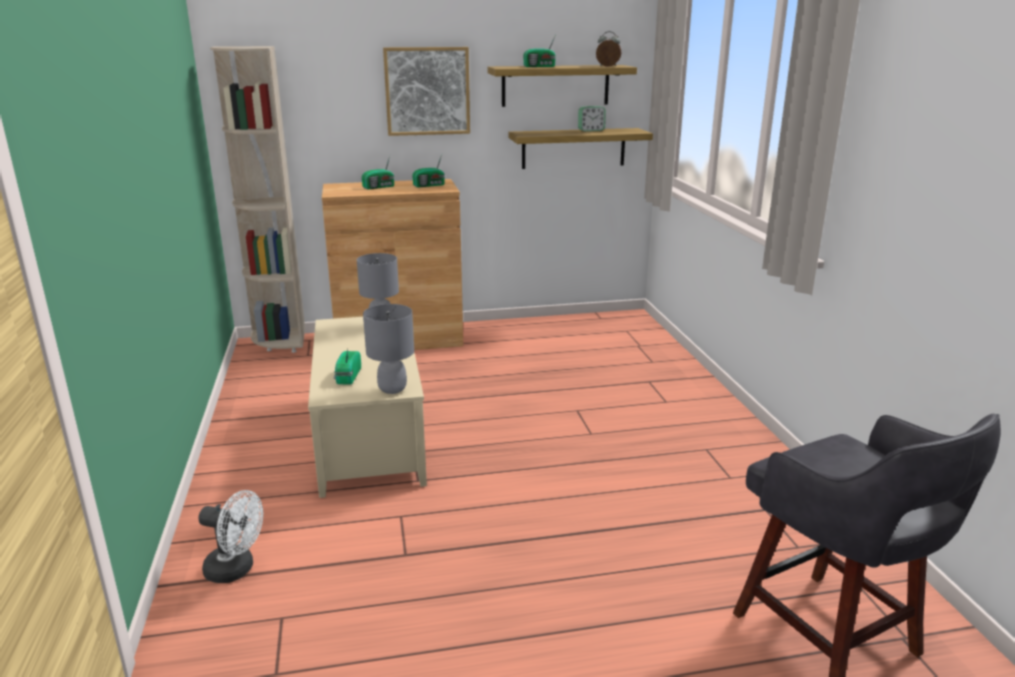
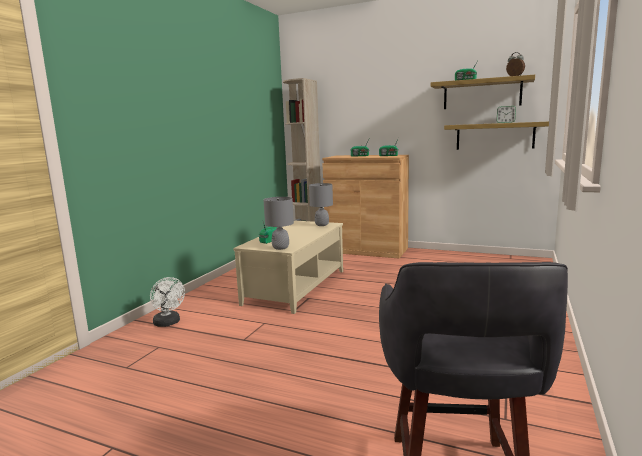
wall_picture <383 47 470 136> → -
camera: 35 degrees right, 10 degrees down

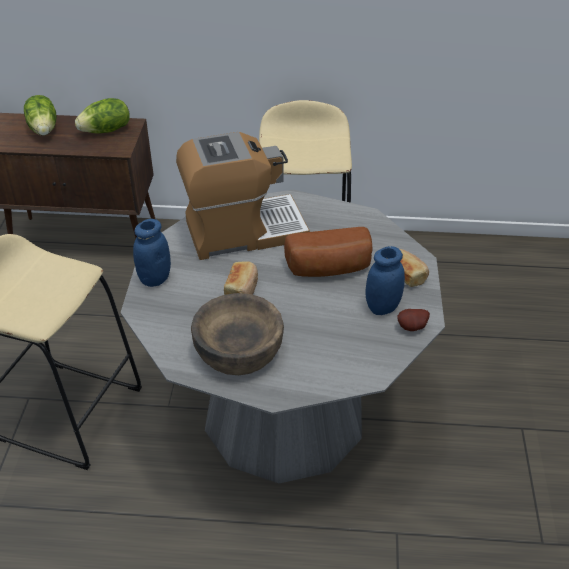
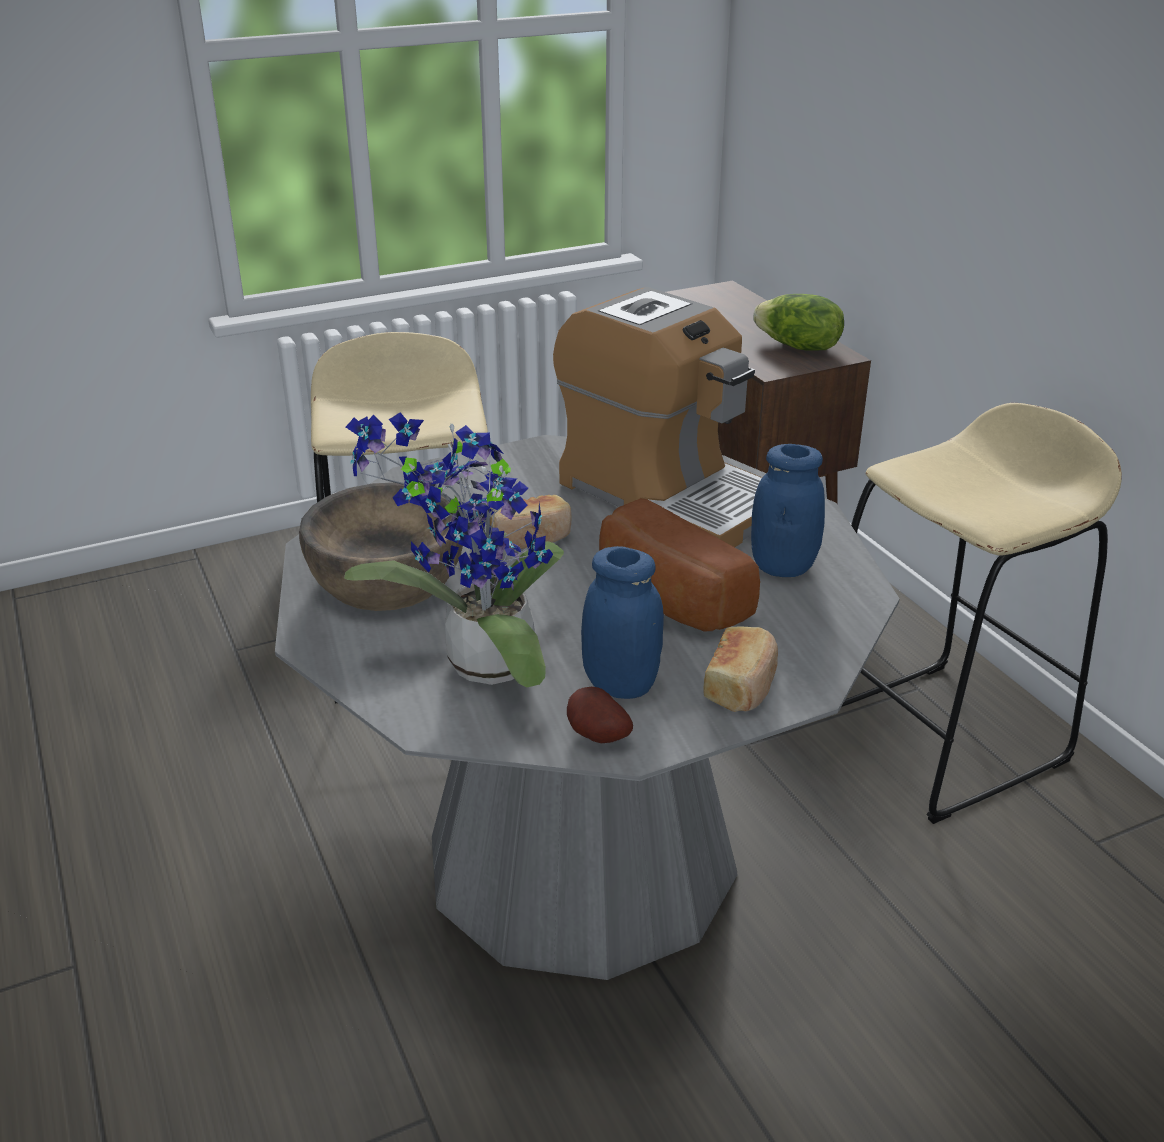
head_of_lettuce <24 95 57 136> → -
- → potted_plant <344 413 564 687>
blue-coloured_storage_jar <133 219 171 287> → blue-coloured_storage_jar <751 444 825 577>, move
camera: 60 degrees right, 10 degrees down

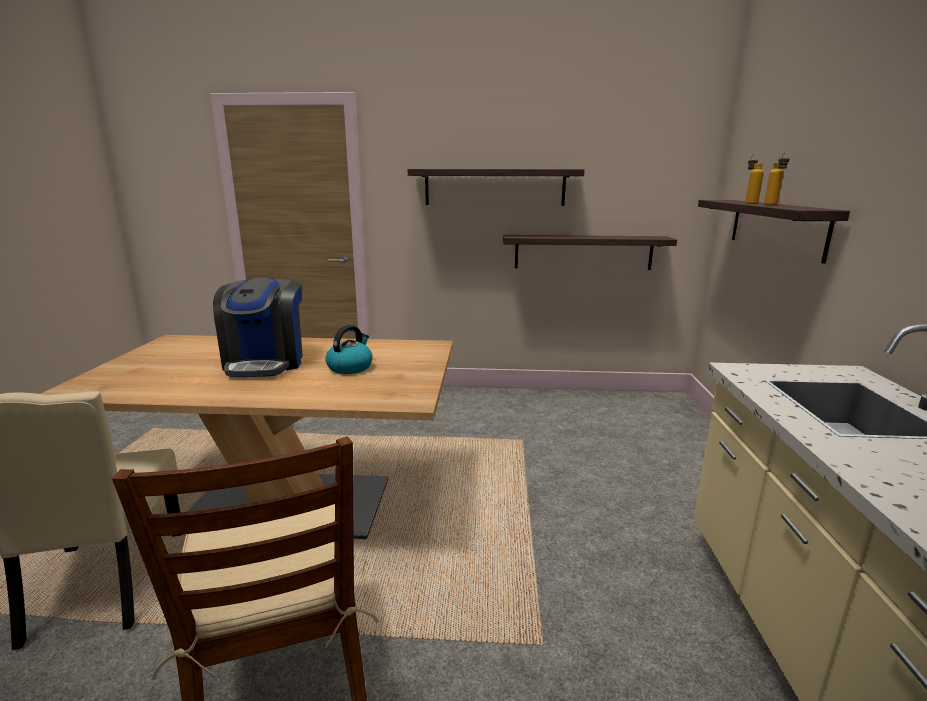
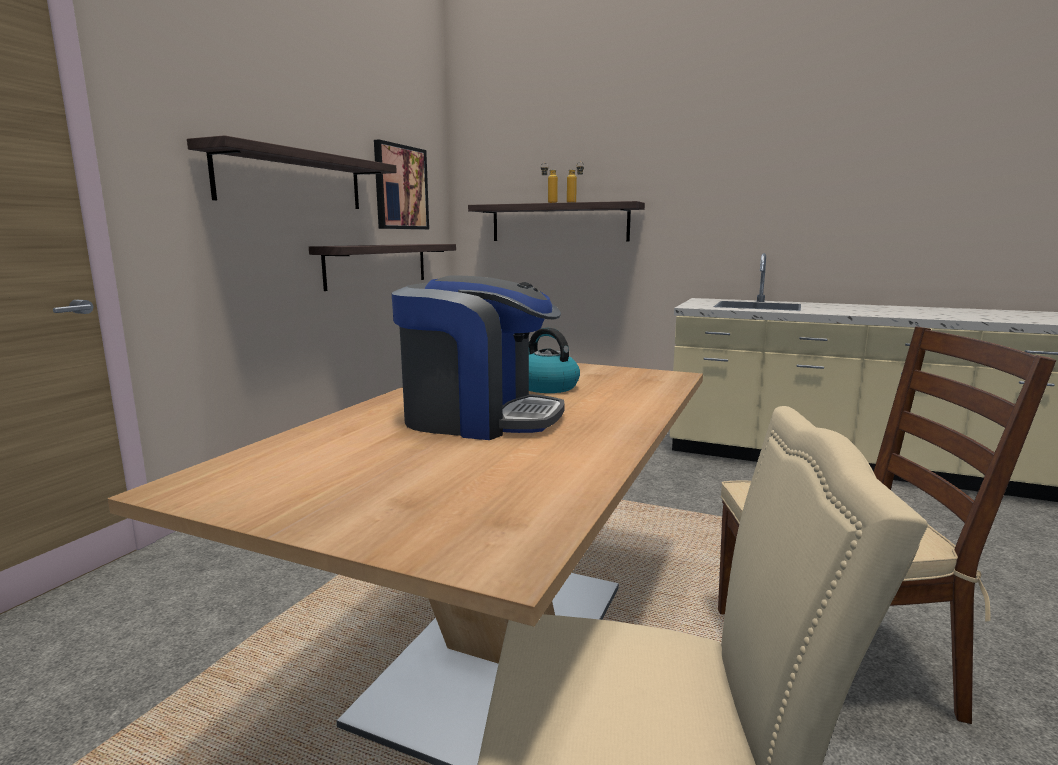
- → wall_picture <374 139 429 229>
camera: 70 degrees left, 5 degrees down

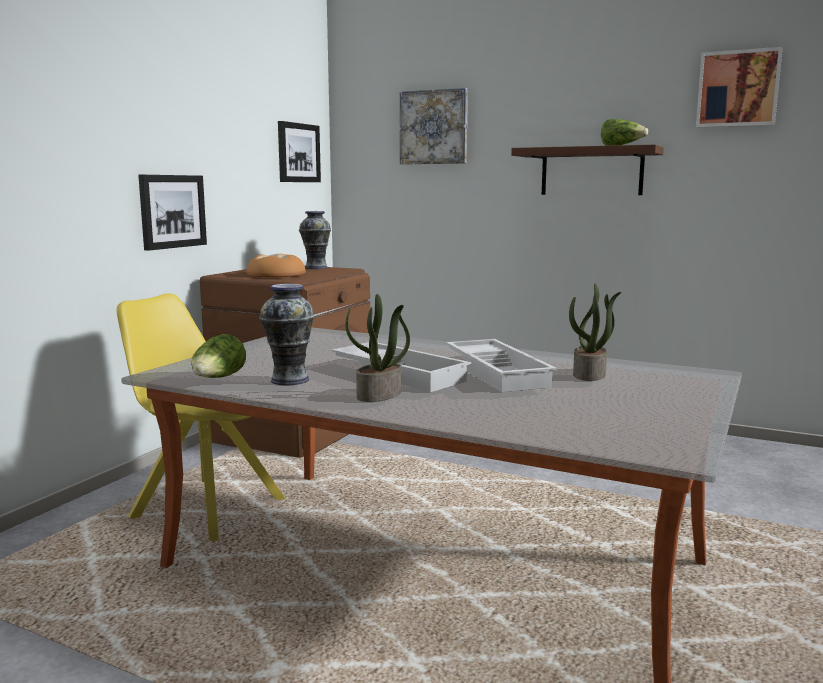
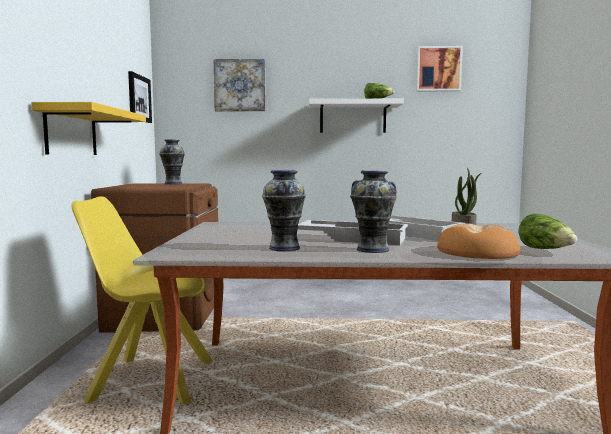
head_of_lettuce <191 334 246 378> → head_of_lettuce <518 213 577 249>, move
bread <247 254 306 278> → bread <437 223 520 259>, move
wall_picture <138 175 207 251> → yellow_shelf <31 102 146 155>
potted_plant <345 294 410 402> → vase <350 170 397 253>
brown_shelf <511 145 664 195> → whitish_shelf <309 99 404 133>
camera: 25 degrees left, 5 degrees down

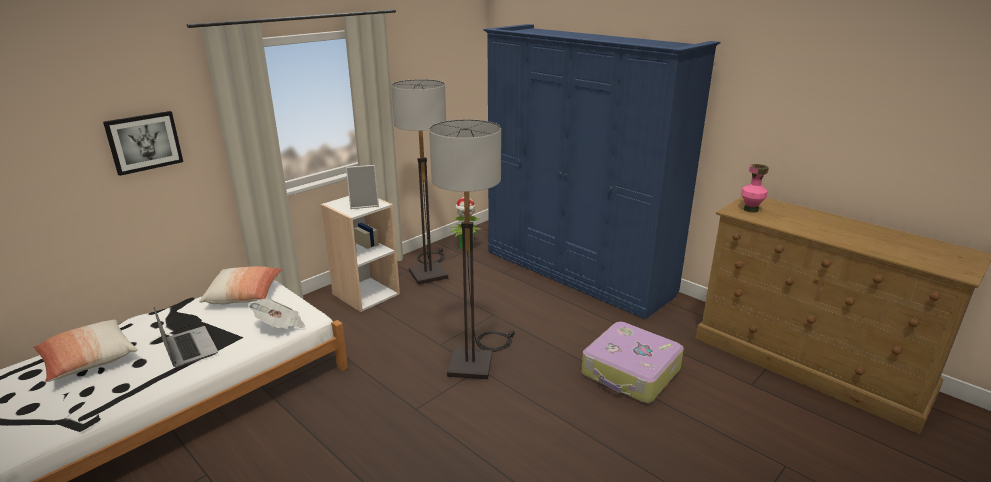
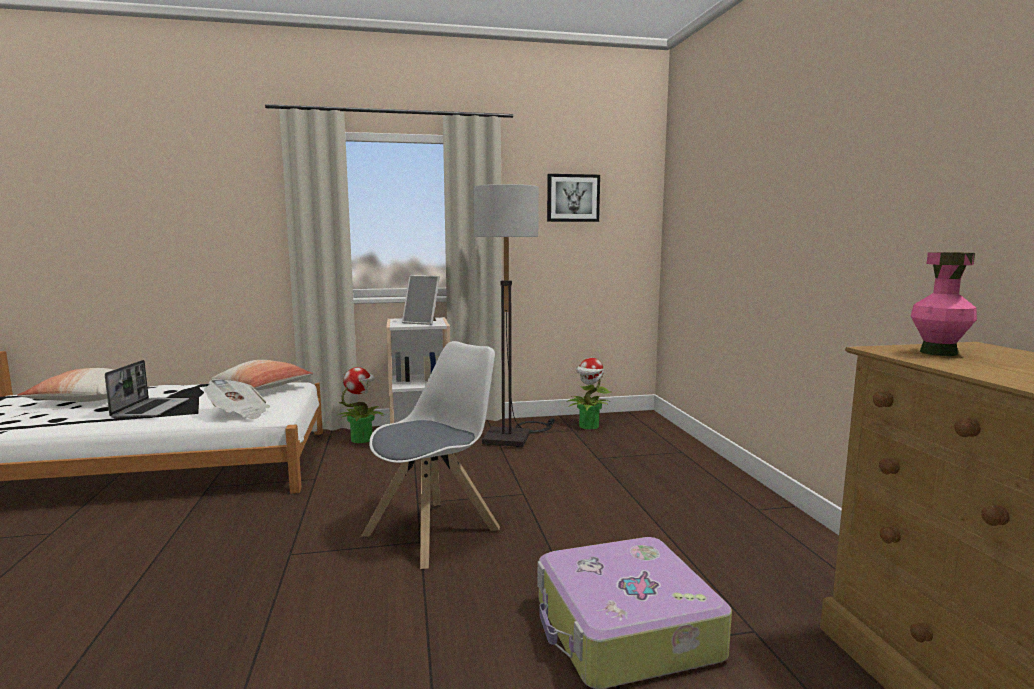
blue-coloured_clothes_cupboard <483 24 721 319> → -
- → potted_plant <338 367 384 443>
wall_picture <103 111 183 176> → wall_picture <547 174 600 222>, move
floor_lamp <429 119 515 379> → chair <361 341 500 569>
camera: 35 degrees right, 15 degrees down

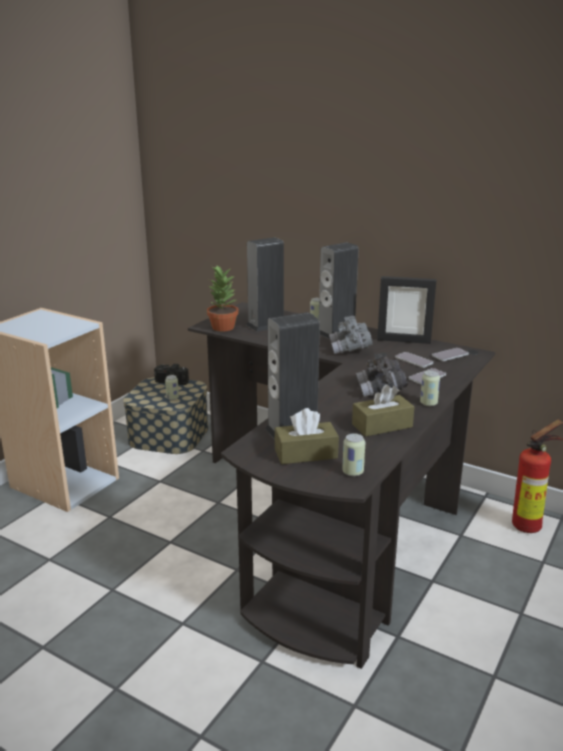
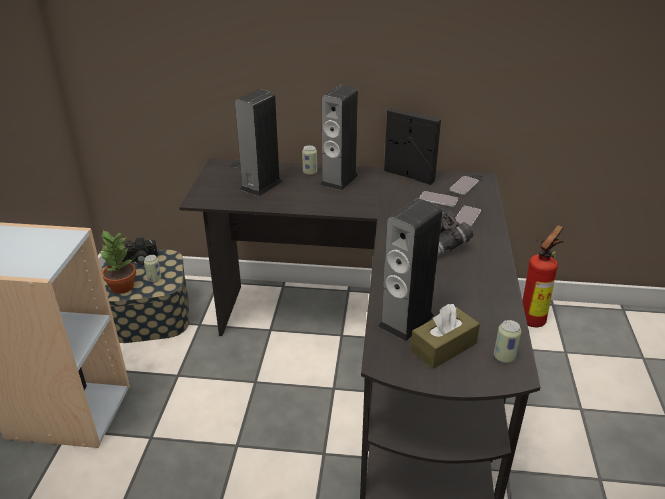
gray_field_glasses <329 316 373 354> → -
brown_tissue_box <352 384 415 437> → -
sealed_can <420 370 440 406> → -
potted_plant <207 266 238 332> → potted_plant <99 230 136 294>, move
standing_frame <377 276 436 344> → standing_frame <384 108 441 185>, 135 degrees counterclockwise
camera: 25 degrees left, 10 degrees up

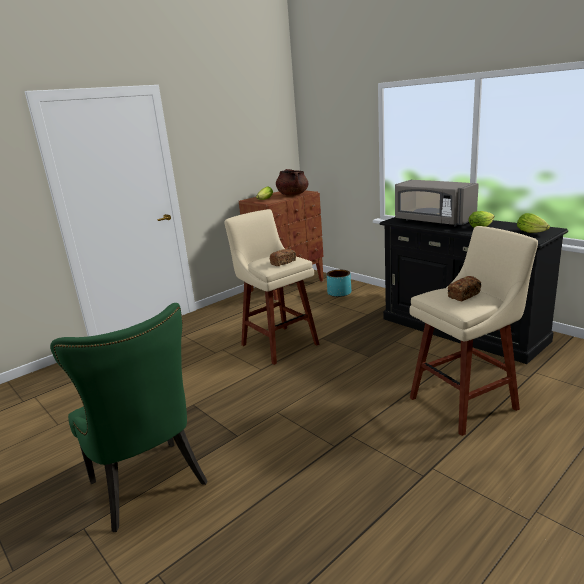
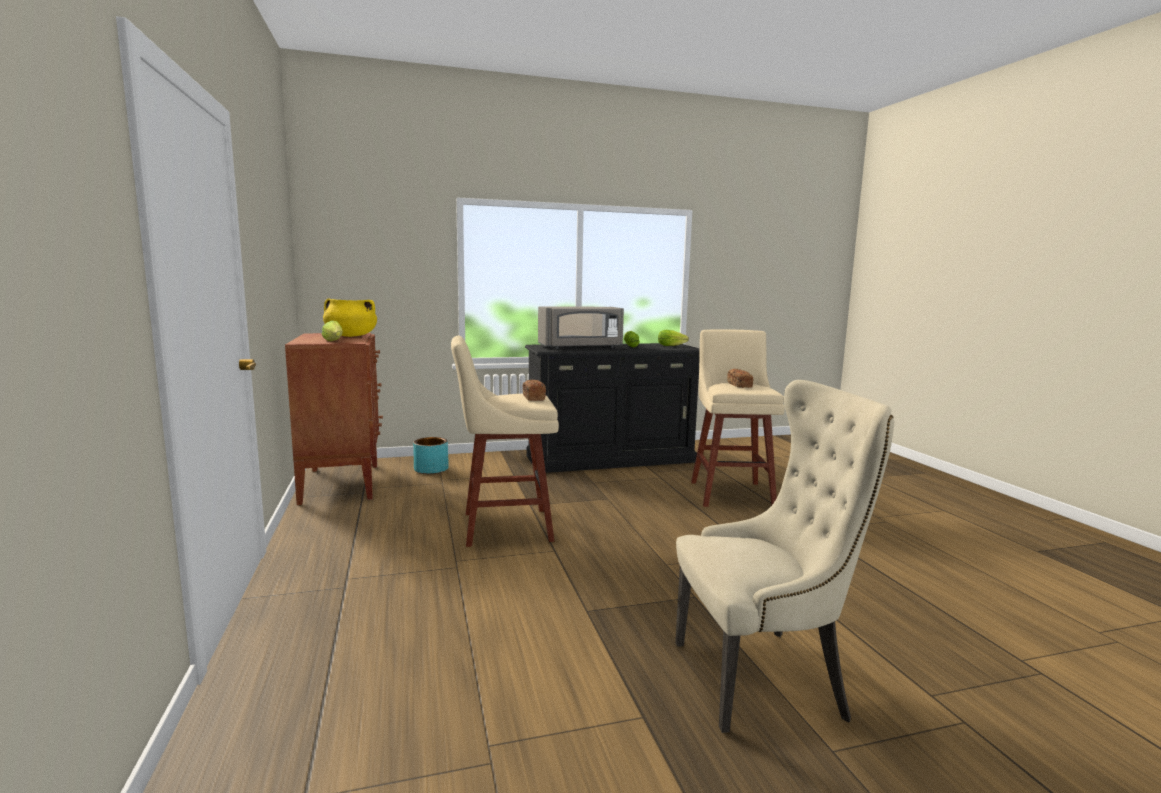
greenish_chair <50 303 208 532> → sand-coloured_chair <675 380 894 733>
brown_cooking_pot <276 169 308 196> → yellow_cooking_pot <323 298 377 337>
camera: 65 degrees left, 10 degrees down

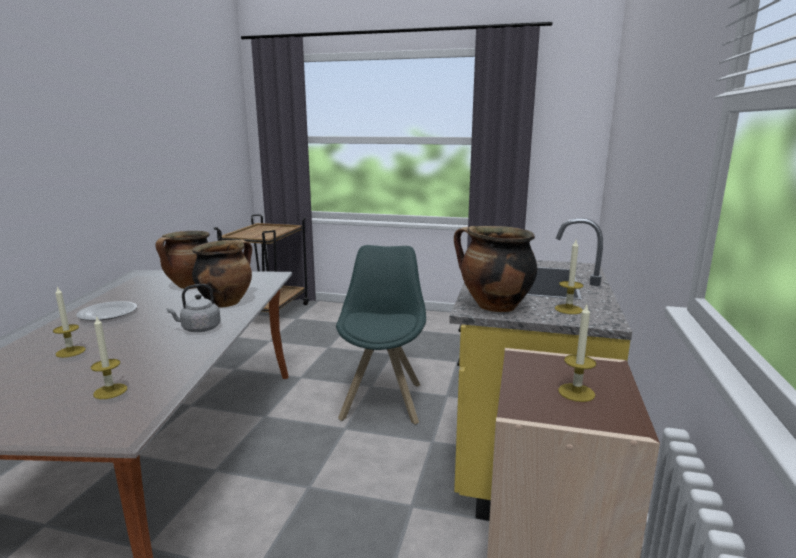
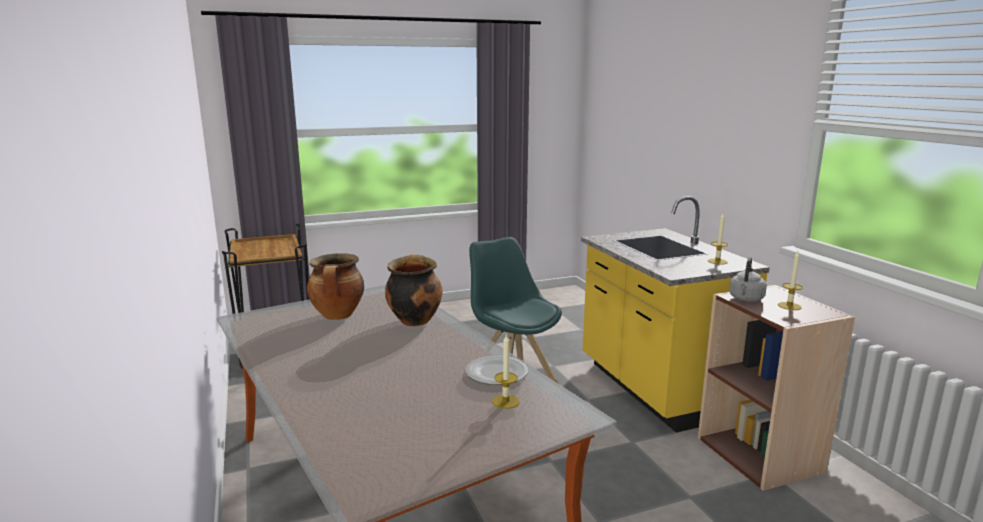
candle <53 286 86 358> → -
cooking_pot <454 226 537 312> → -
plate <76 301 137 321> → plate <465 356 528 385>, move
gray_water_kettle <167 284 221 332> → gray_water_kettle <729 257 767 301>, move
camera: 35 degrees left, 0 degrees up

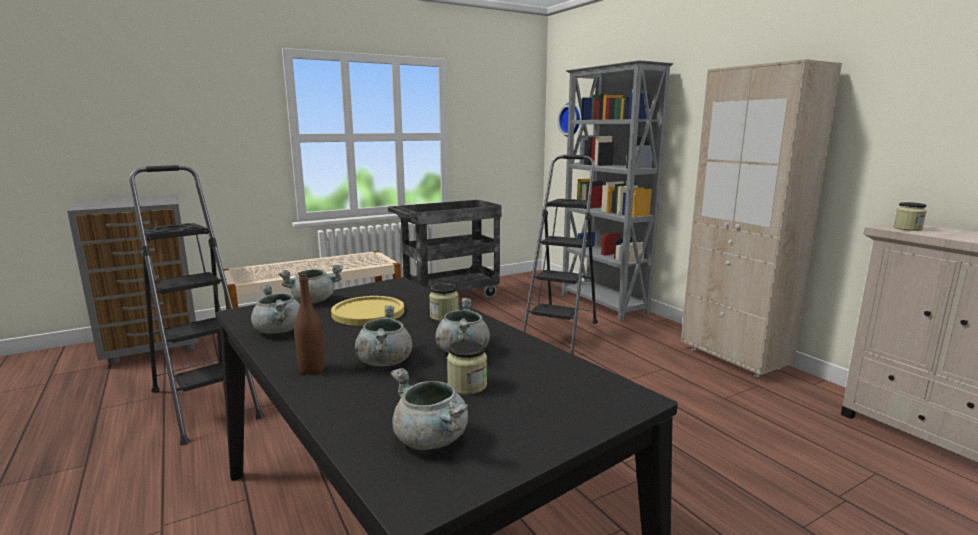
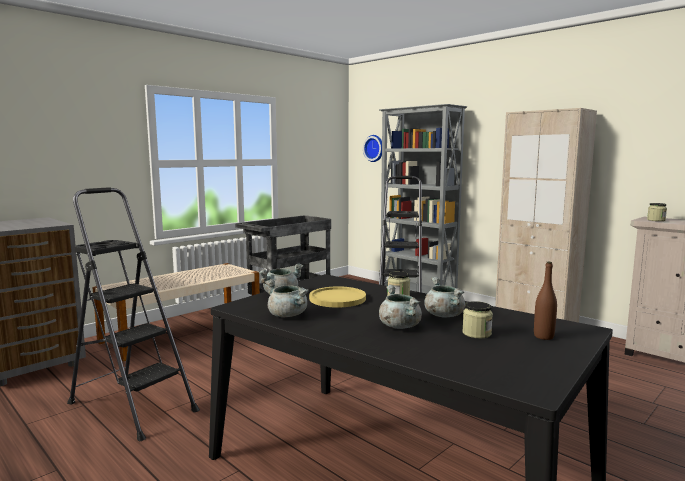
gray_cooking_pot <391 368 469 450> → -
brown_bottle <294 274 325 374> → brown_bottle <534 261 557 340>, move
camera: 15 degrees left, 5 degrees down

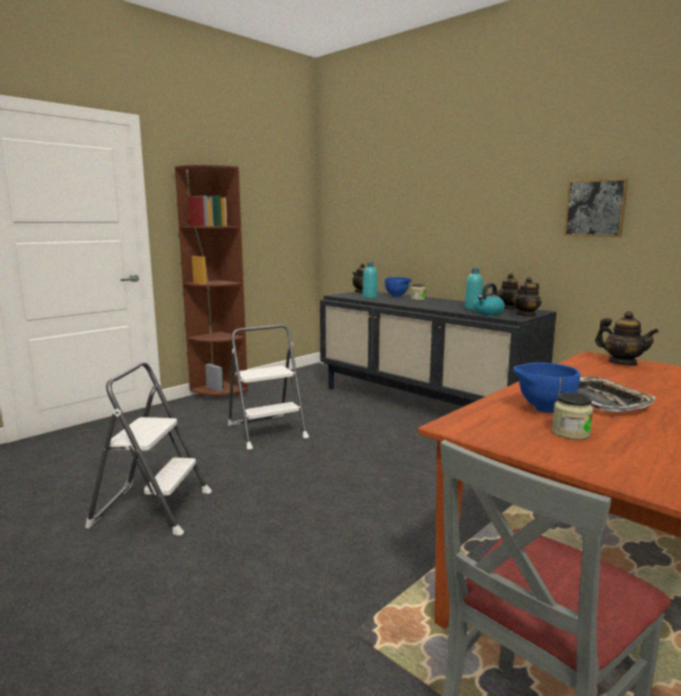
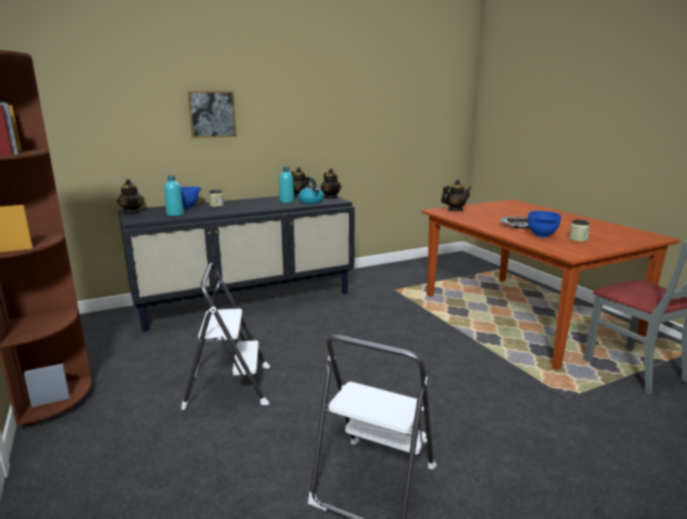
wall_picture <564 178 628 237> → wall_picture <187 91 237 138>, move
camera: 70 degrees left, 5 degrees up

